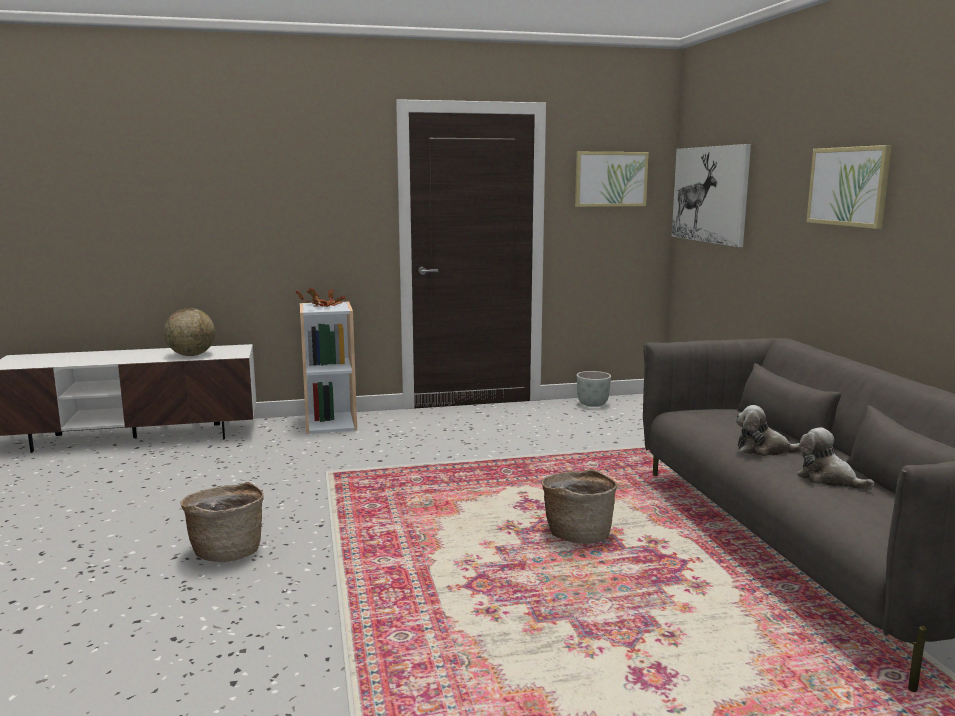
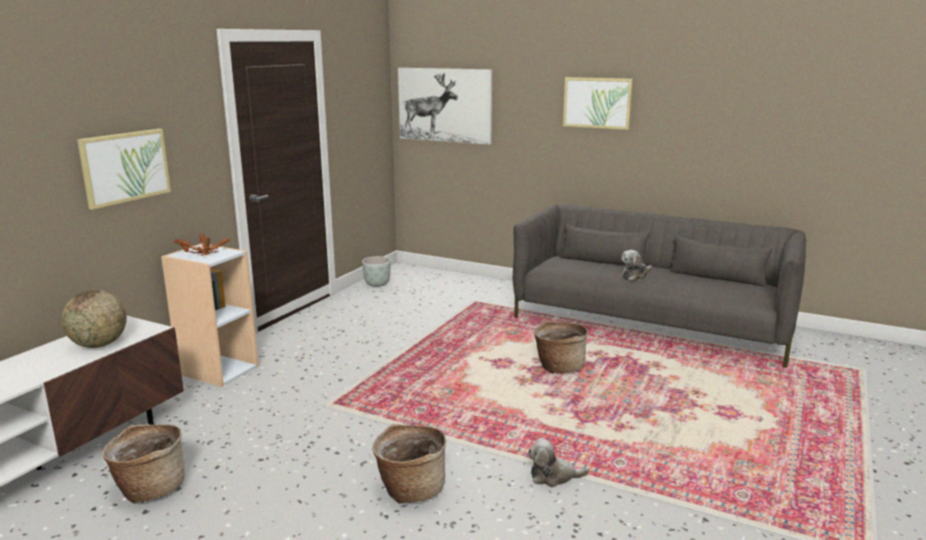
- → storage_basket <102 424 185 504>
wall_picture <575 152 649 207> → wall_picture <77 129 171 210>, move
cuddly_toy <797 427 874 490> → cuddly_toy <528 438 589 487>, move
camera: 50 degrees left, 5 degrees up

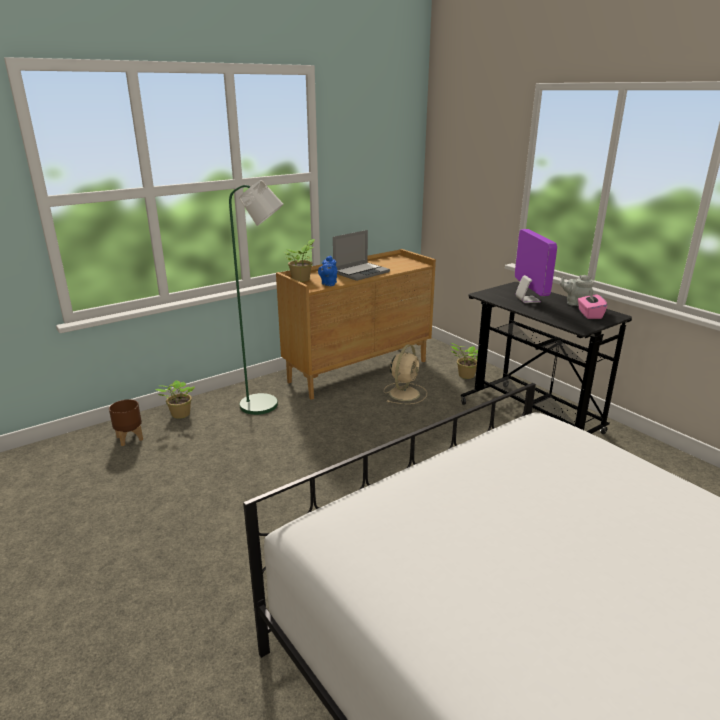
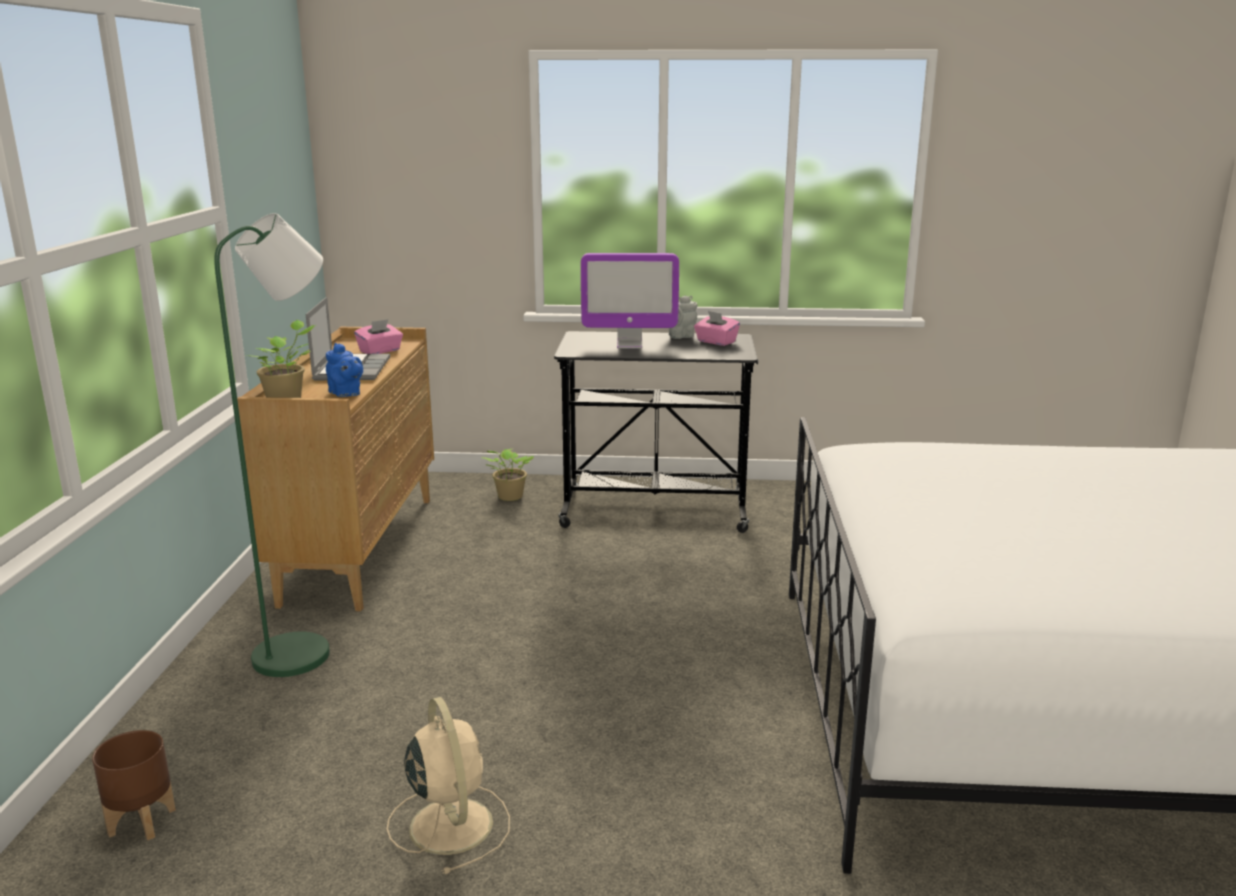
potted_plant <155 380 195 419> → -
- → pink-coloured_tissue_box <354 319 403 354>
sand-coloured_electric_fan <384 344 427 404> → sand-coloured_electric_fan <387 697 510 874>, move
computer_screen <515 229 557 303> → computer_screen <581 253 679 348>, 150 degrees clockwise
camera: 50 degrees left, 5 degrees down

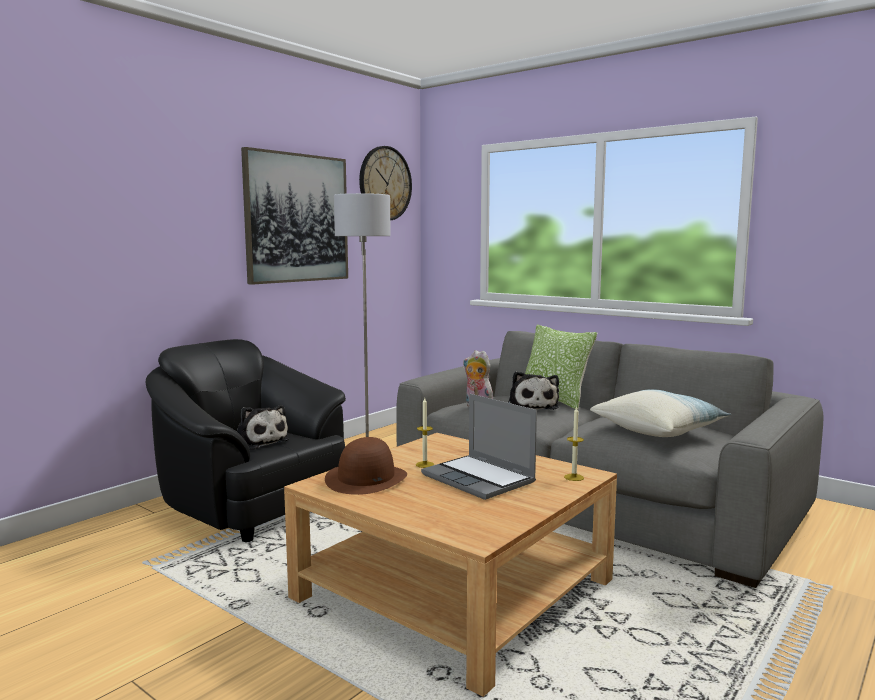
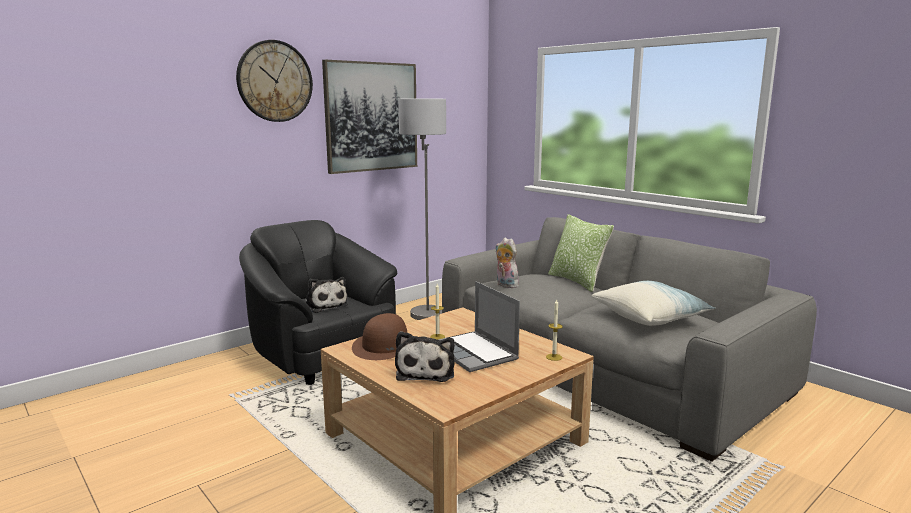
hanging_clock <359 146 412 220> → hanging_clock <236 40 313 122>, move
cuddly_toy <508 371 559 410> → cuddly_toy <395 331 455 382>, move
camera: 10 degrees right, 5 degrees up

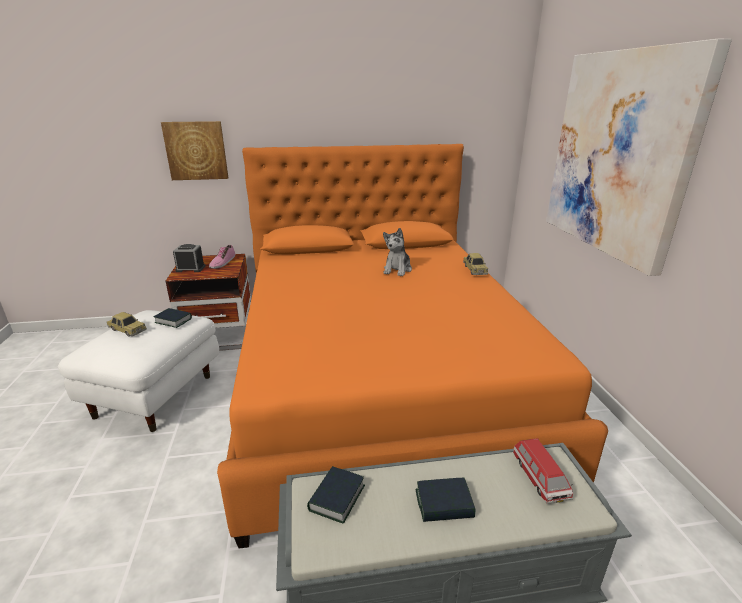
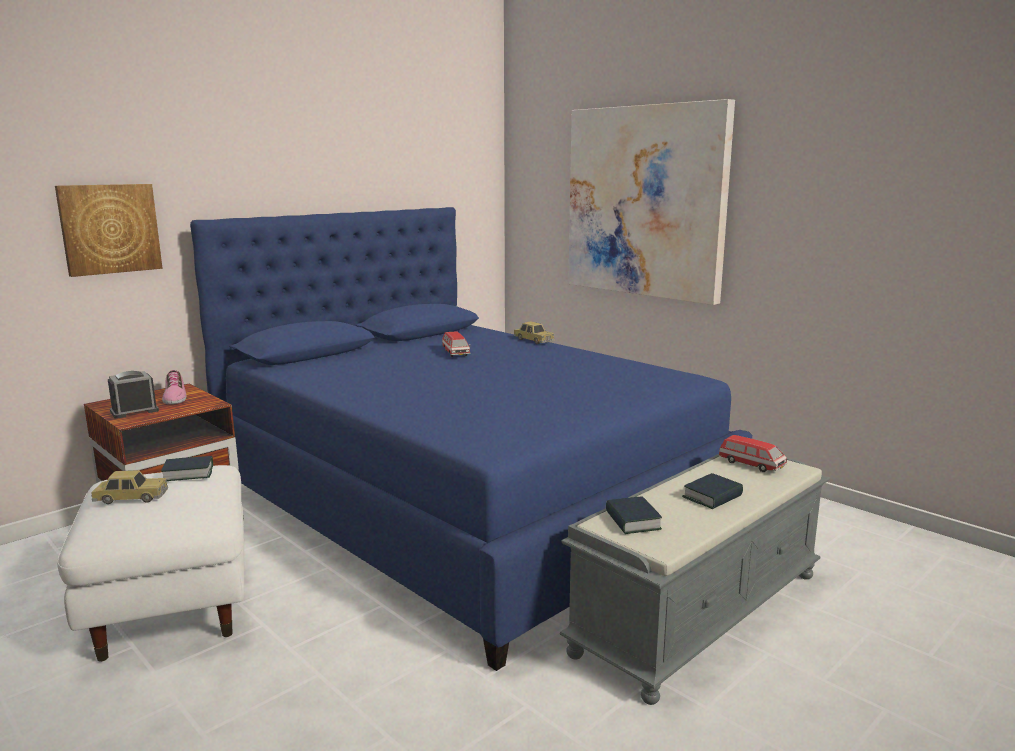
cuddly_toy <383 228 412 276> → toy_car <442 331 471 357>
orange_bedroom_bed <217 144 608 549> → blue-coloured_bedroom_bed <190 207 752 671>
camera: 35 degrees left, 10 degrees down

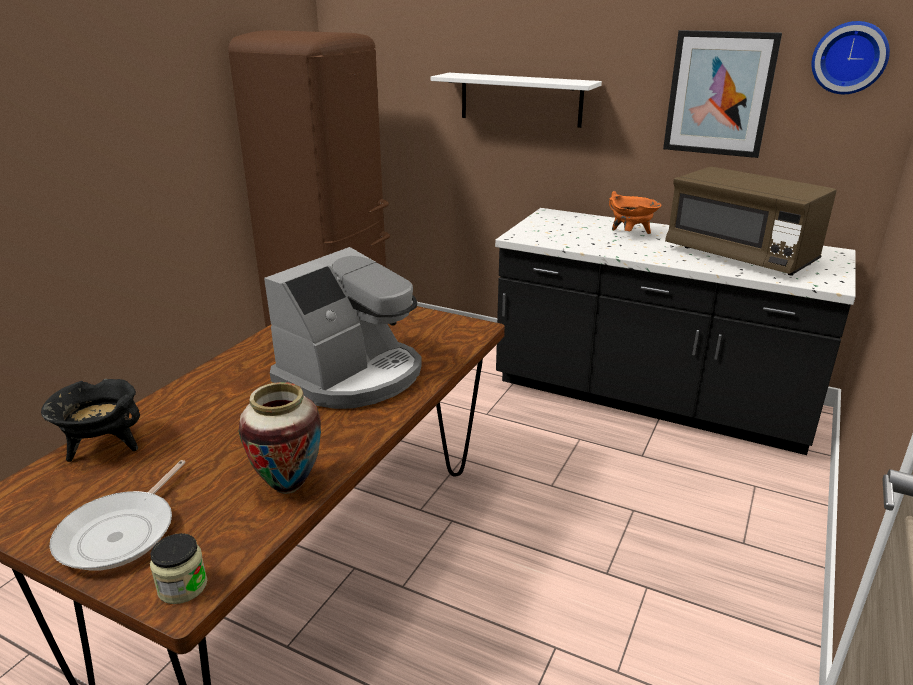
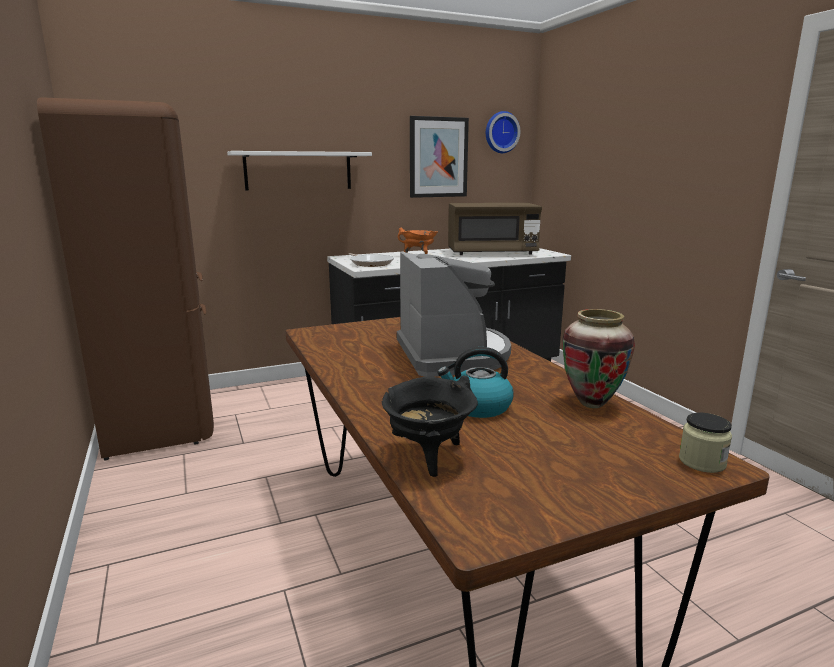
- → water_kettle <437 347 513 418>
pan <50 460 186 571> → pan <349 253 394 267>, move
camera: 50 degrees left, 10 degrees down

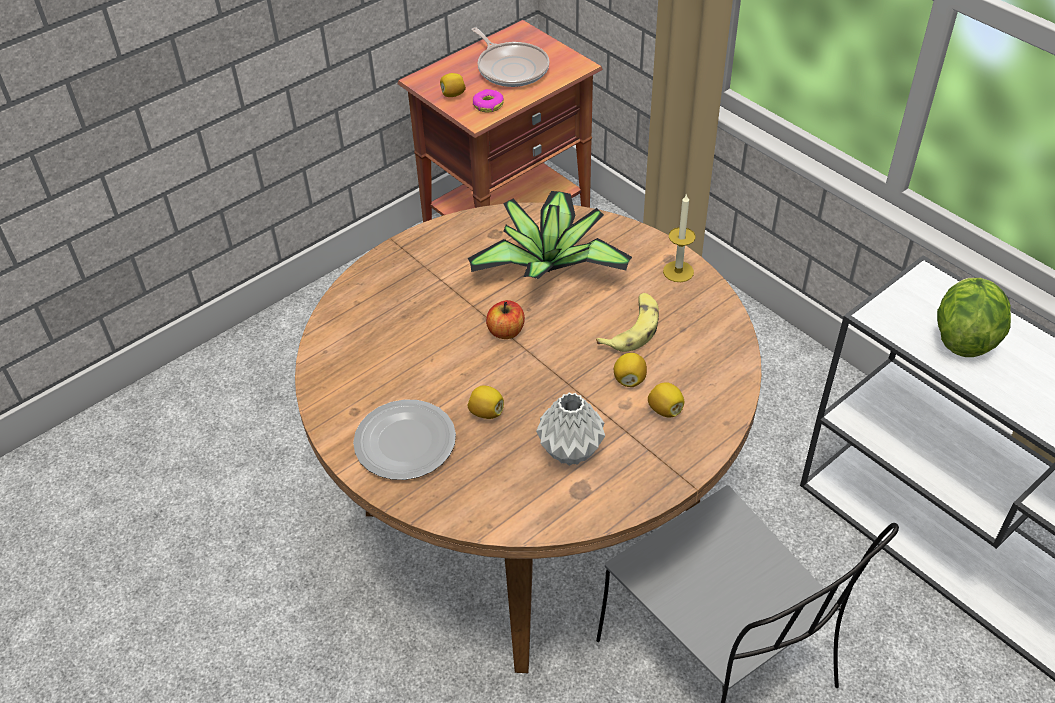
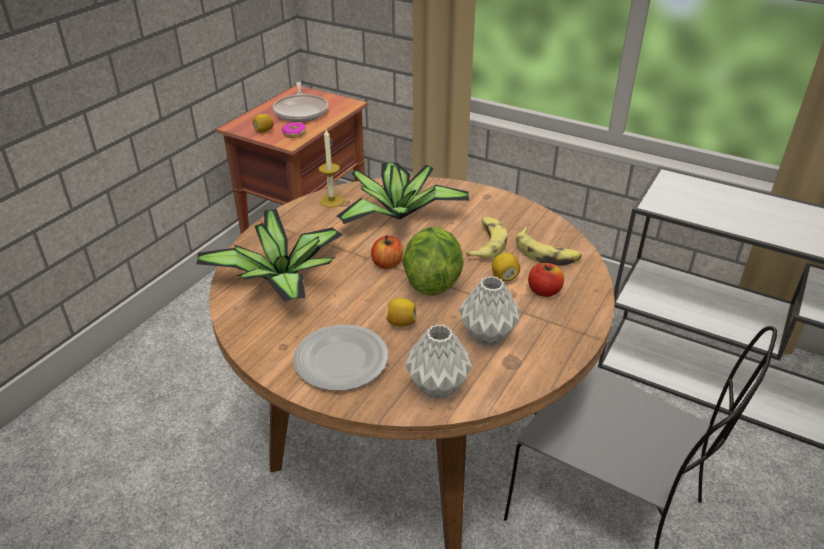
- → potted_plant <196 209 342 302>
- → gray_vase <405 324 472 399>
- → banana_fruit <516 227 582 265>
candle <663 193 696 282> → candle <319 129 344 207>, move
head_of_lettuce <937 278 1011 357> → head_of_lettuce <402 227 464 296>, move
lemon <648 382 684 417> → apple_fruit <528 263 564 297>
pan <472 27 549 87> → pan <273 82 328 122>, 45 degrees clockwise
camera: 20 degrees left, 10 degrees down

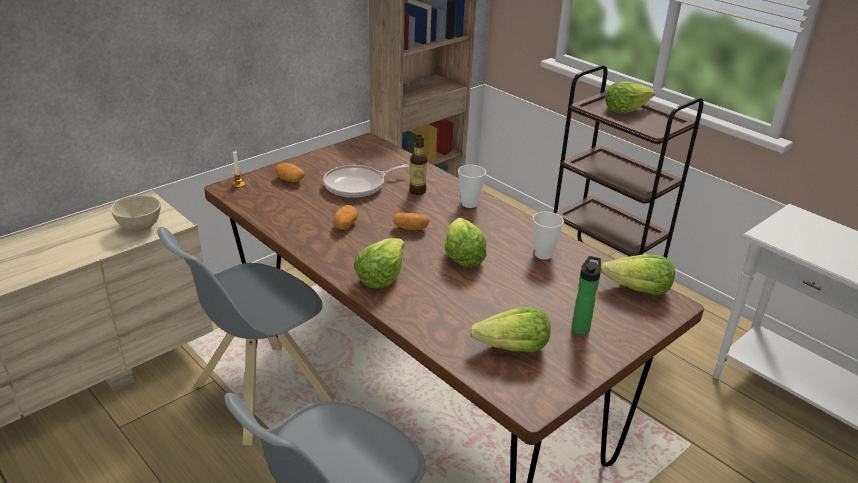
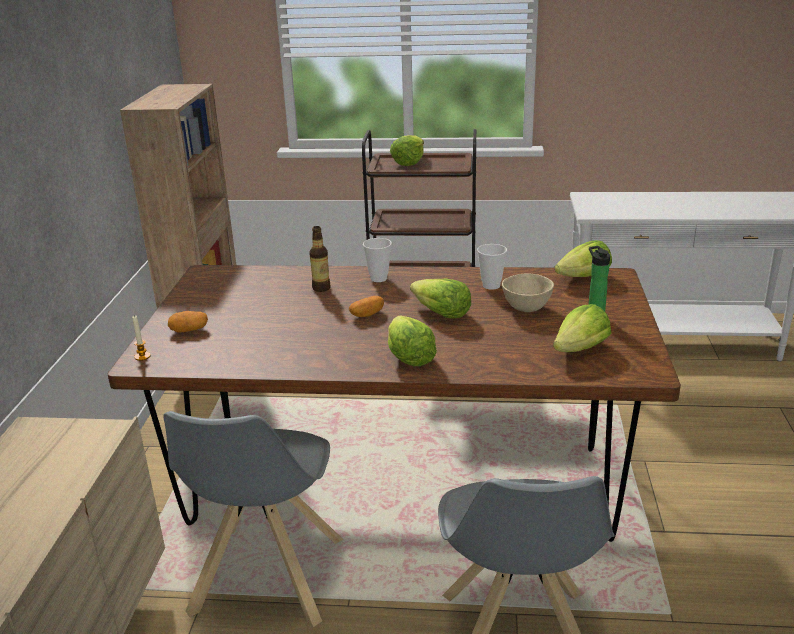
pan <323 164 409 198> → -
whole_potato <334 205 358 230> → -
sand-coloured_deep_dish <111 195 161 232> → sand-coloured_deep_dish <502 273 554 312>, move
camera: 40 degrees left, 5 degrees down

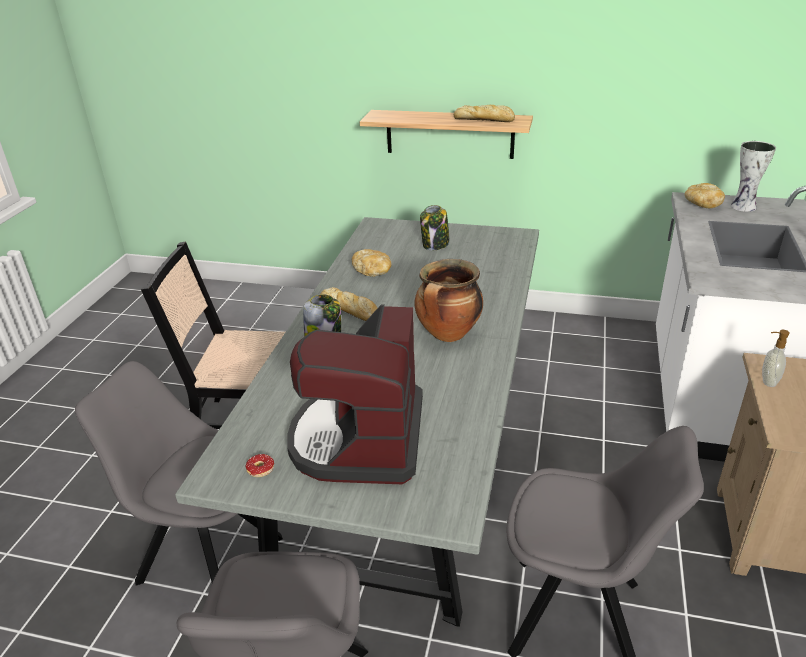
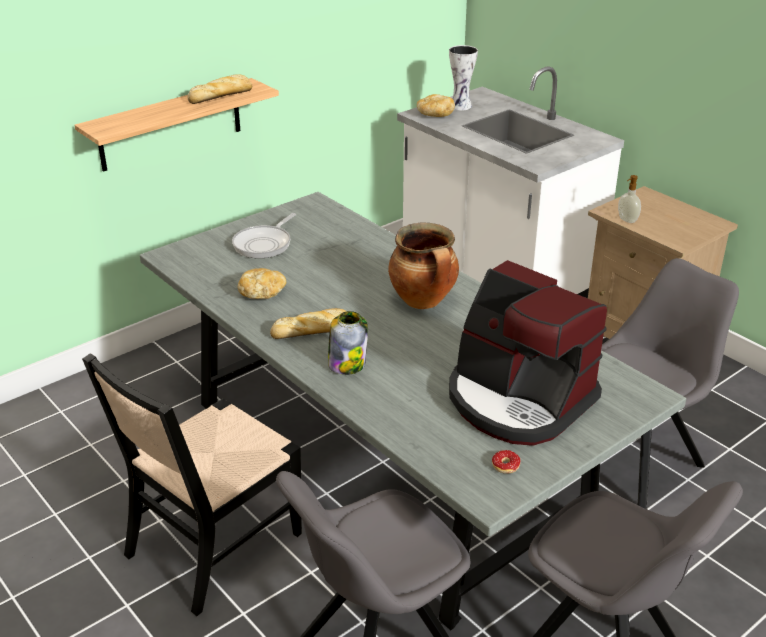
storage_jar <420 205 450 250> → pan <232 213 296 258>
camera: 55 degrees left, 0 degrees up

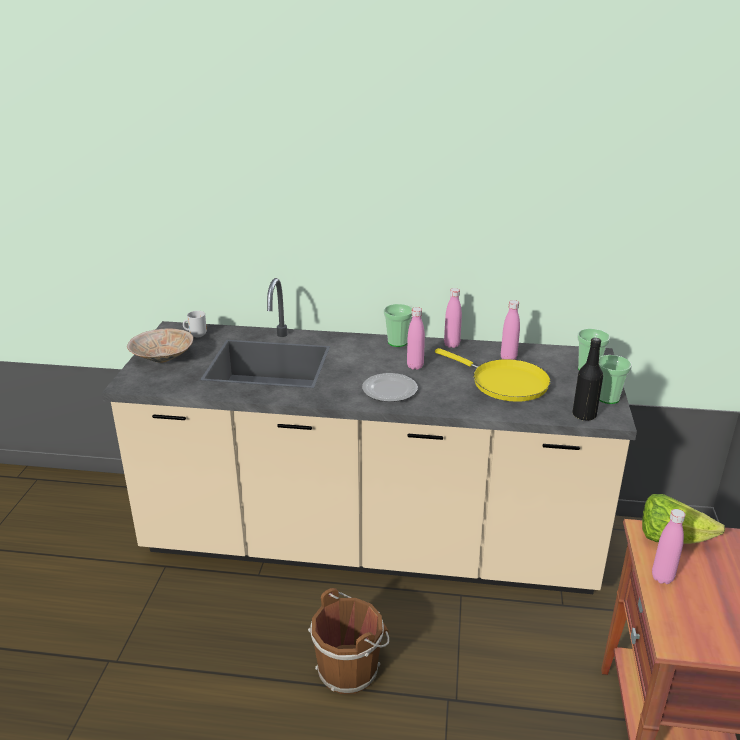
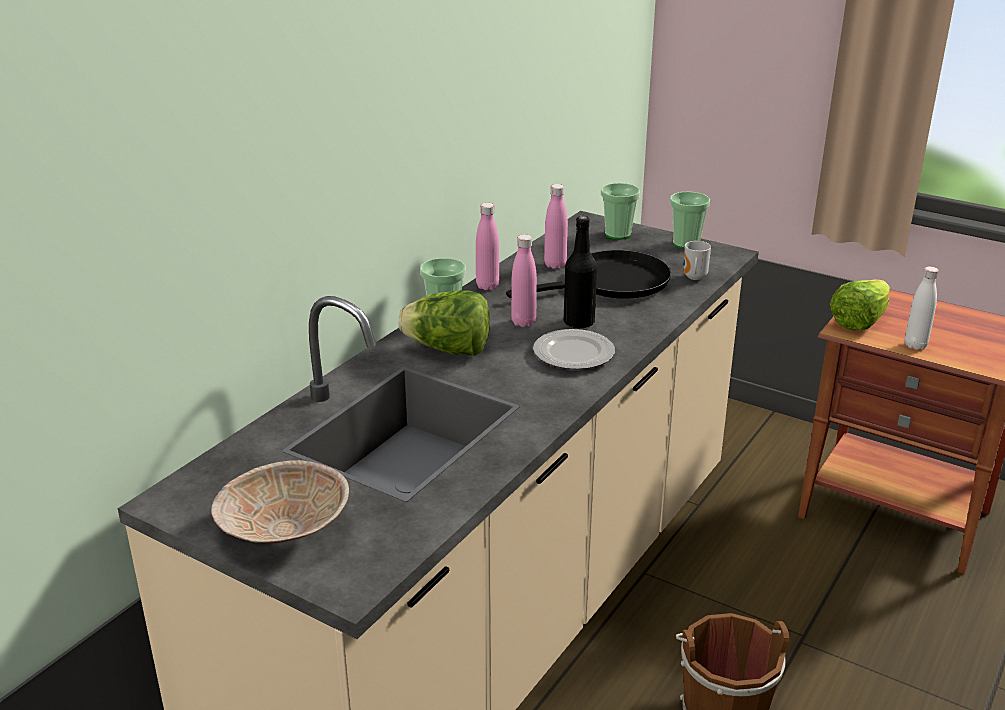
- → head_of_lettuce <398 290 490 355>
tea_mug <183 311 207 338> → tea_mug <683 241 711 280>, move
black_bottle <572 338 603 421> → black_bottle <564 216 597 329>, move
yellow_pan <435 348 551 402> → black_pan <506 250 671 299>
pink-coloured_bottle <652 509 685 584> → whitish_bottle <905 266 939 350>
camera: 65 degrees left, 0 degrees up

